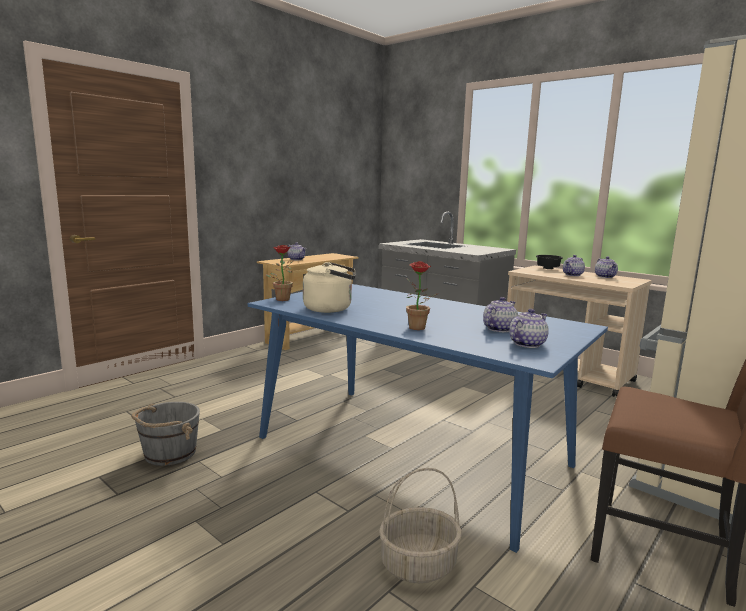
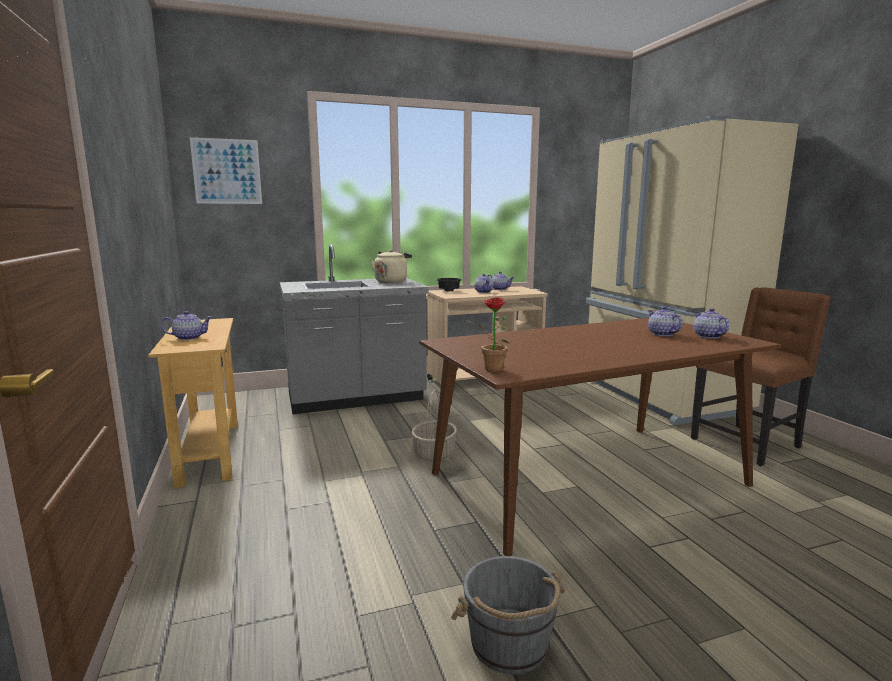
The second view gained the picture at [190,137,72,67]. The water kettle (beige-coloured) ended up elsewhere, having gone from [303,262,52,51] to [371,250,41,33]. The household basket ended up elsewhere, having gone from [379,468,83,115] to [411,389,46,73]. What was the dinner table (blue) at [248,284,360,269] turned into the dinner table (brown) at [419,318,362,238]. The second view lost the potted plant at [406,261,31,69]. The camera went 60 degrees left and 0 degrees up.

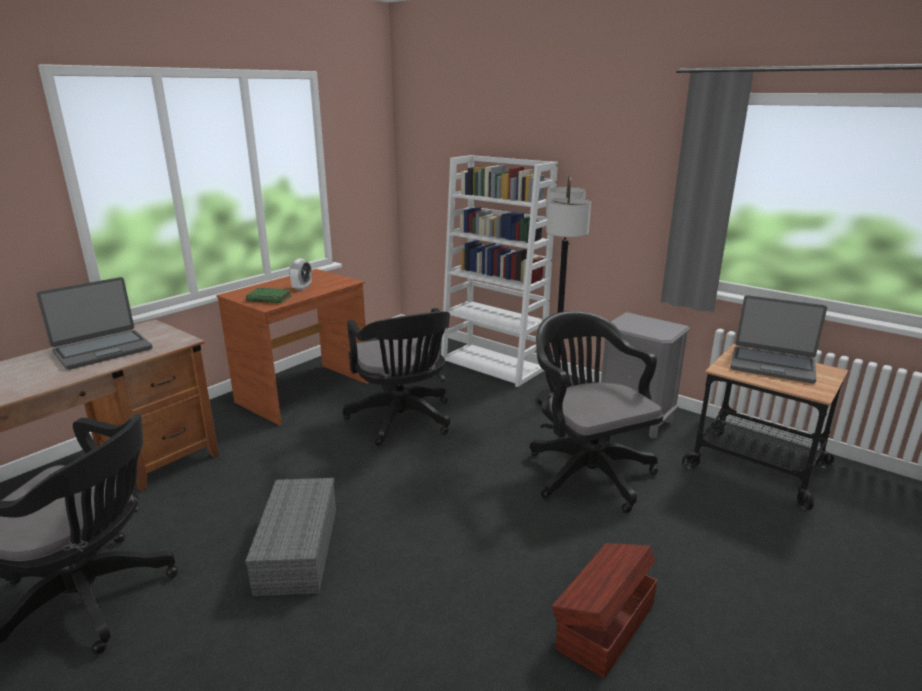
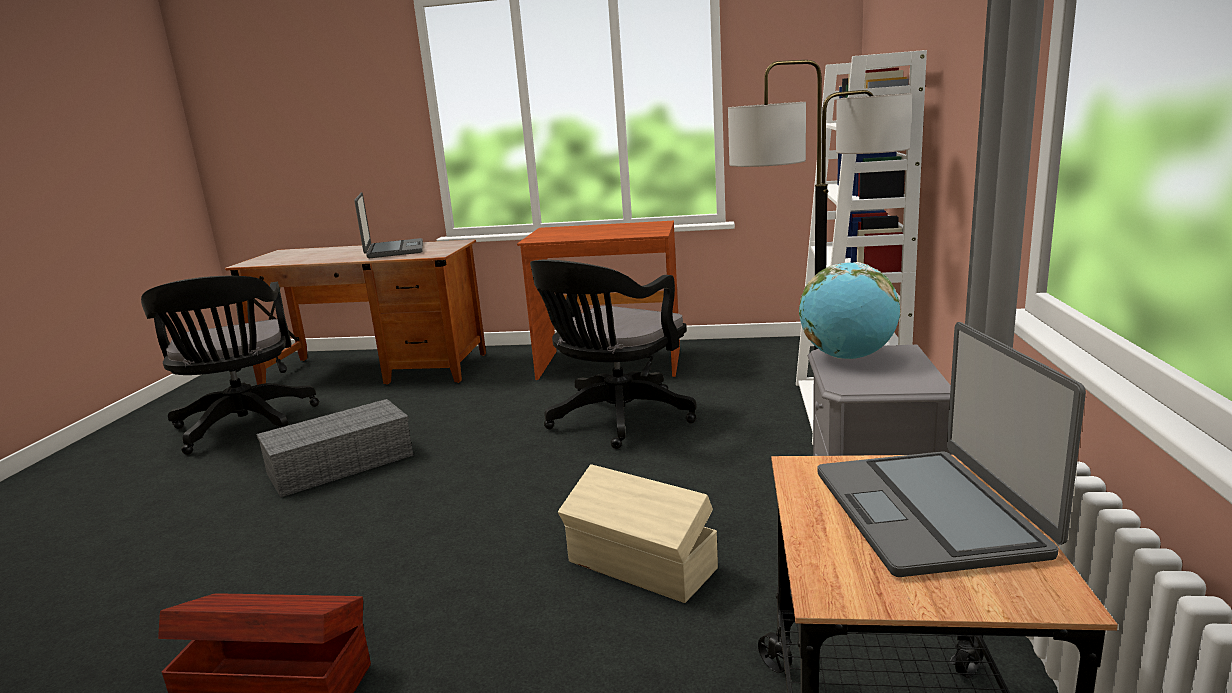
The portable computer at [37,277,116,93] ended up facing another way, 120 degrees counterclockwise from before. Where the computer chair (blackish) stood at [530,311,134,202], the storage box (beige-coloured) came to stand at [558,464,160,139]. The second view gained the world globe at [799,262,101,97]. The second view lost the volume (green) at [246,288,46,15]. The second view lost the table clock at [289,259,23,32]. The camera went 60 degrees right and 5 degrees down.

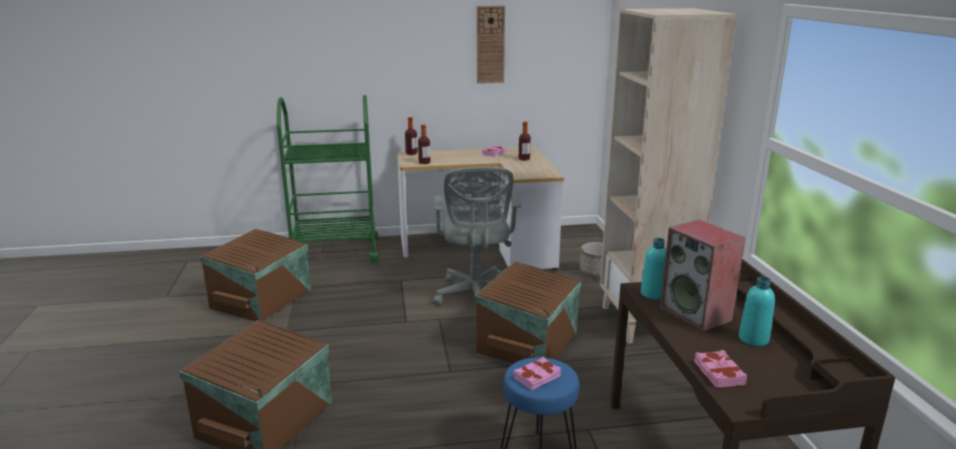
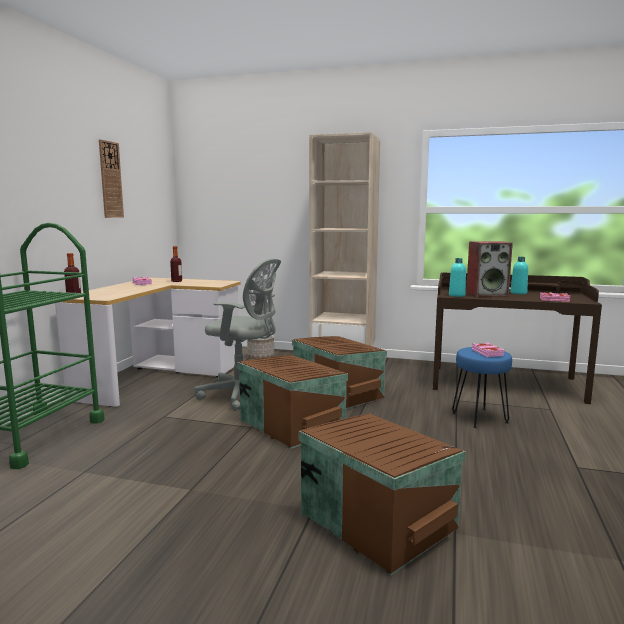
The storage box (brown) ended up elsewhere, having gone from [199,229,112,93] to [237,355,111,94]. The second view lost the bottle at [418,125,12,39]. The camera went 65 degrees left and 10 degrees down.

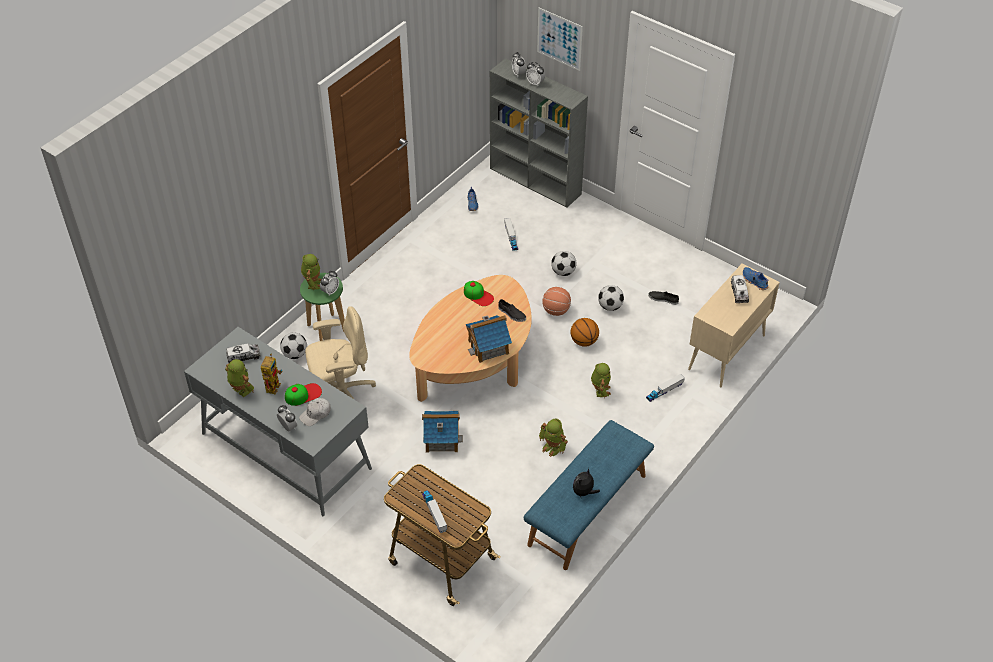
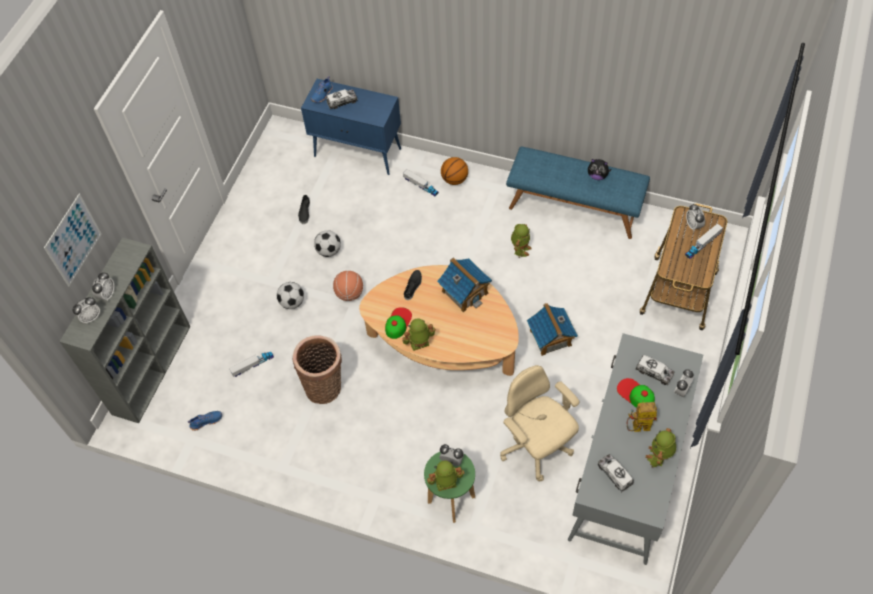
The second view gained the household basket at [292,336,50,68]. What was the cabinet (beige-coloured) at [688,264,92,123] turned into the cabinet (blue) at [301,79,100,96]. The robot figure ended up elsewhere, having gone from [591,363,20,35] to [402,318,34,33]. The basketball ended up elsewhere, having gone from [571,318,28,29] to [441,157,27,28]. Where the baseball cap (whitish) stood at [299,398,32,28], the toy truck came to stand at [635,355,39,30]. The second view gained the table clock at [686,204,19,27]. The second view lost the football ball at [280,333,27,26]. The camera went 105 degrees left and 10 degrees up.

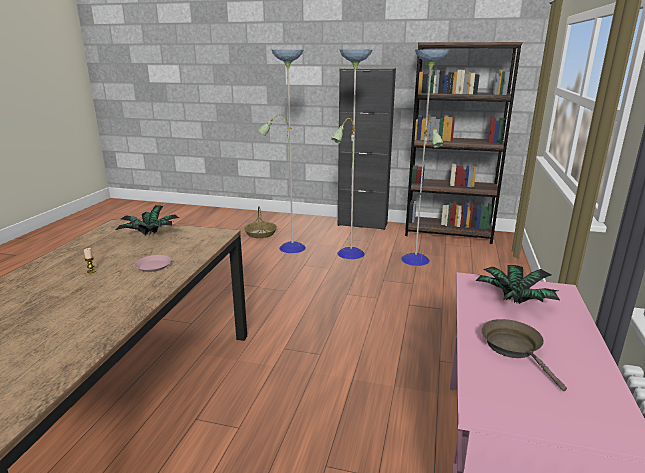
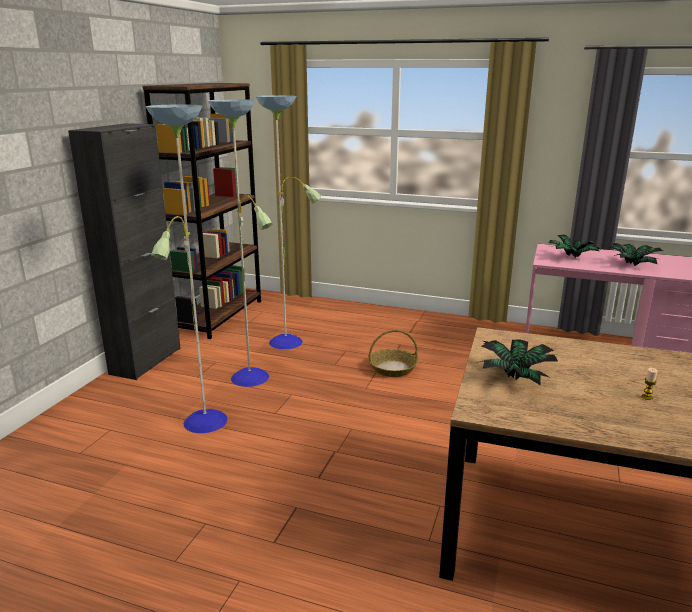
The household basket ended up elsewhere, having gone from [244,206,33,32] to [368,330,50,47]. Where the frying pan (brown) stood at [481,319,86,72], the potted plant came to stand at [609,243,54,23]. The second view lost the plate (pink-coloured) at [134,255,38,17]. The camera went 85 degrees left and 0 degrees up.

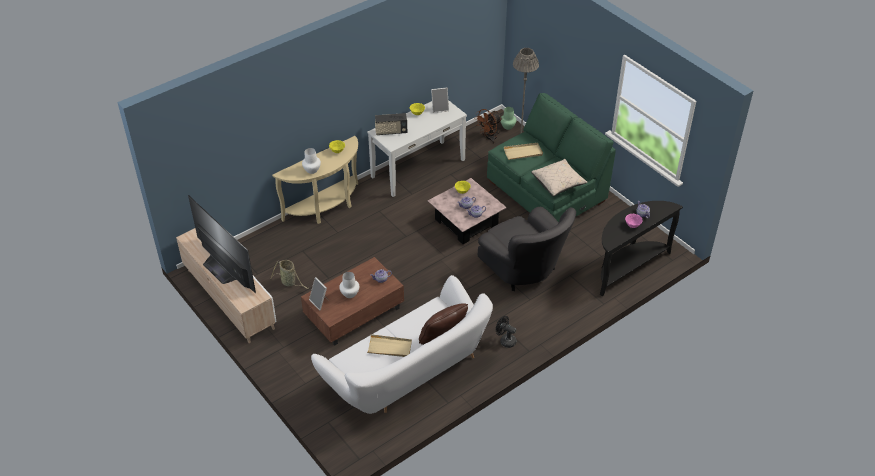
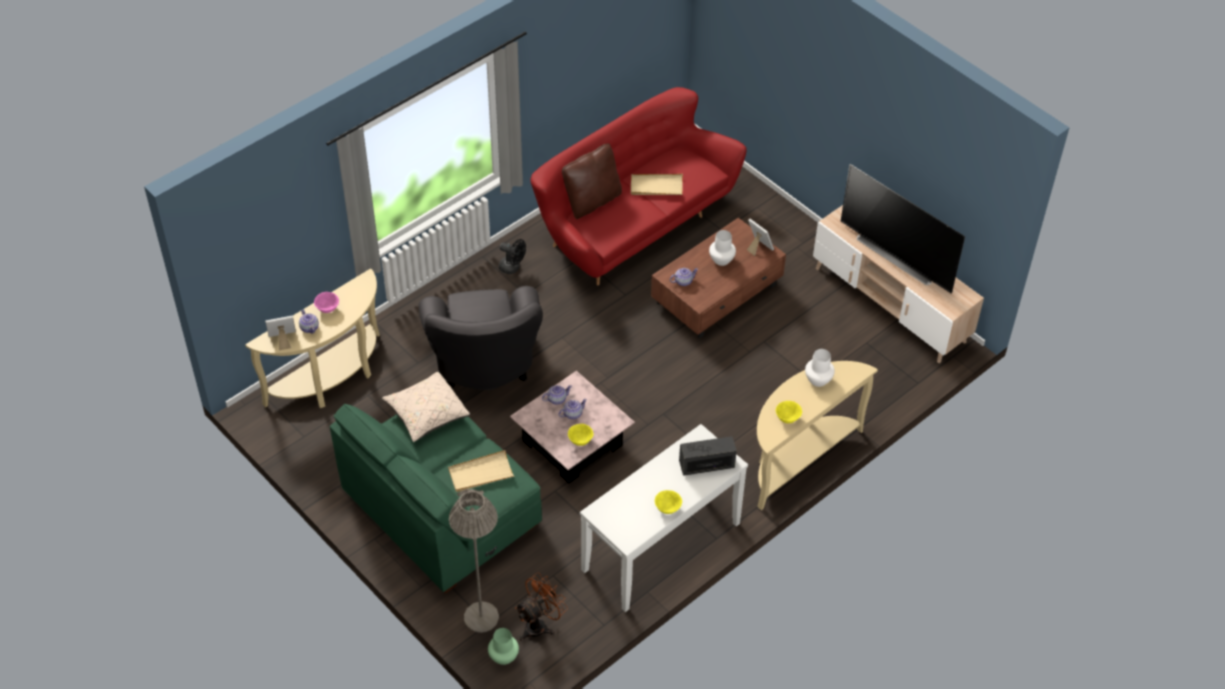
What was the console table (blackish) at [600,201,83,96] turned into the console table (beige-coloured) at [245,268,135,140]. The standing frame ended up elsewhere, having gone from [431,87,18,26] to [265,316,31,34]. The easy chair (greyish) at [478,207,98,84] ended up facing another way, 150 degrees counterclockwise from before. What was the sofa (whitish) at [311,275,182,139] turned into the sofa (red-coloured) at [531,87,216,198]. The second view lost the household basket at [270,260,39,29]. The camera went 175 degrees right and 5 degrees up.

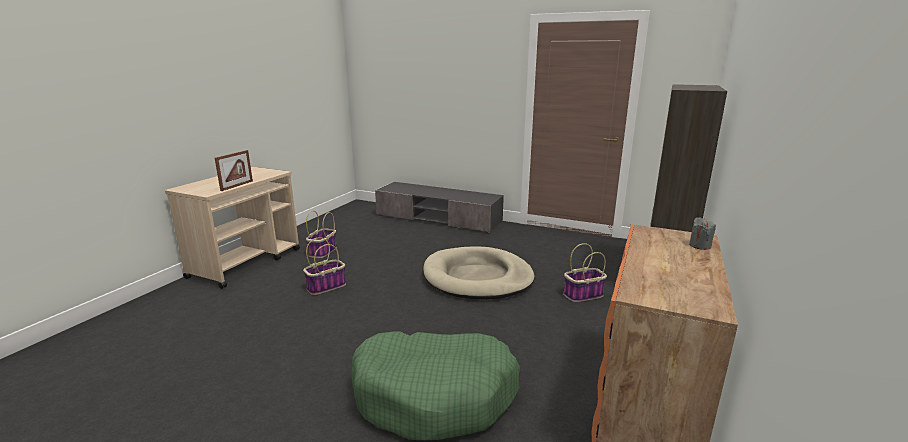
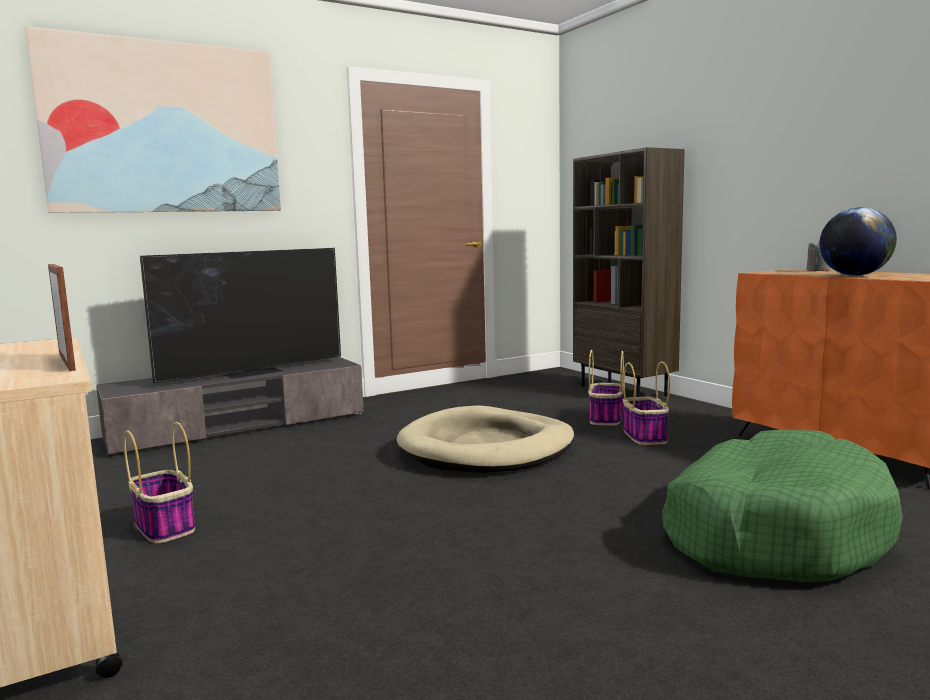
The second view gained the picture at [25,26,256,187]. The second view gained the TV set at [140,248,201,136]. The household basket ended up elsewhere, having gone from [303,237,43,58] to [623,361,47,84]. The second view gained the world globe at [819,207,78,69]. The camera went 55 degrees left and 10 degrees down.

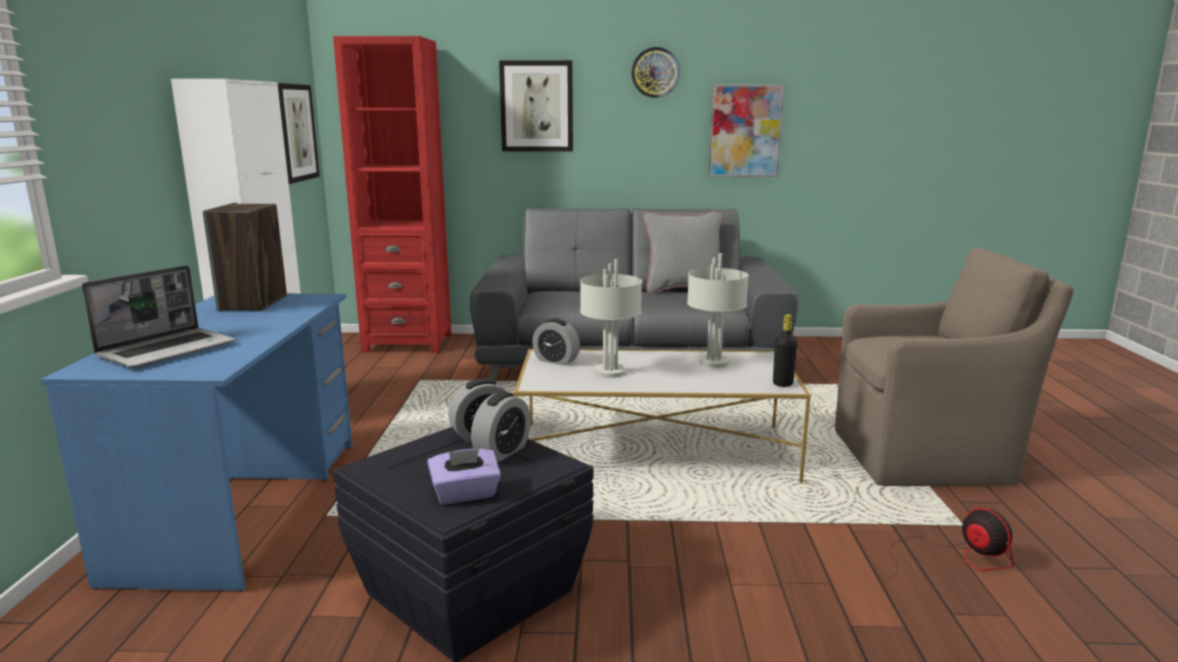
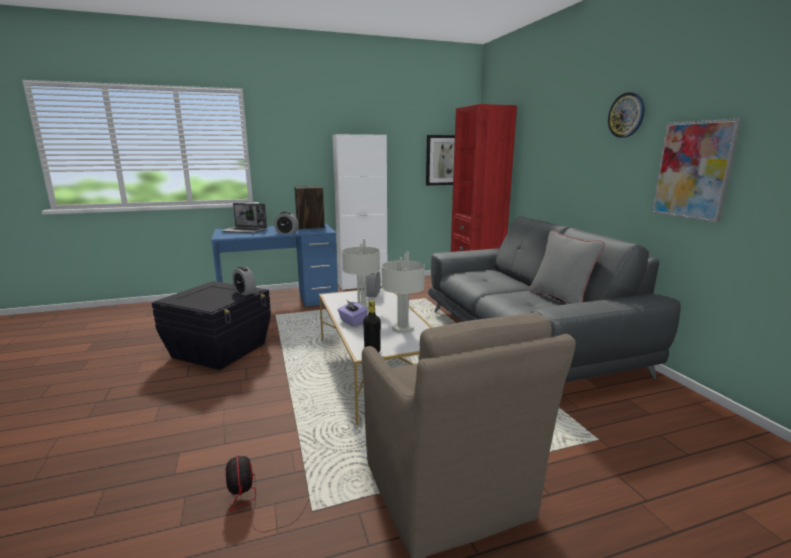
The electric fan at [884,508,130,73] ended up facing another way, 120 degrees clockwise from before. The table clock ended up elsewhere, having gone from [471,392,60,70] to [274,212,25,22]. The box of tissues (purple-coloured) ended up elsewhere, having gone from [427,449,74,55] to [338,300,30,27]. The second view lost the picture at [499,60,74,92]. The camera went 70 degrees right and 0 degrees up.

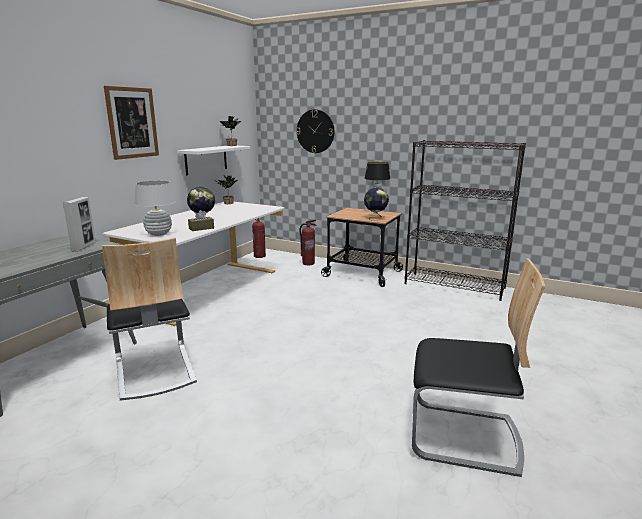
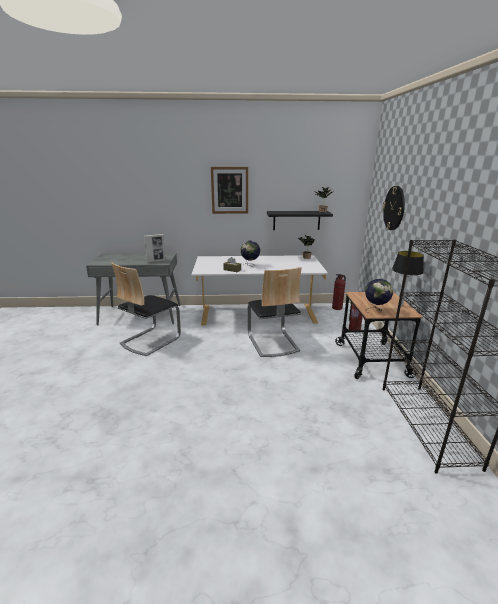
The upright chair ended up elsewhere, having gone from [412,258,133,219] to [248,267,54,90]. What was the wall shelf (whitish) at [177,146,73,29] turned into the wall shelf (blackish) at [267,211,66,19]. The second view lost the table lamp (whitish) at [134,181,42,55]. The camera went 60 degrees right and 5 degrees up.

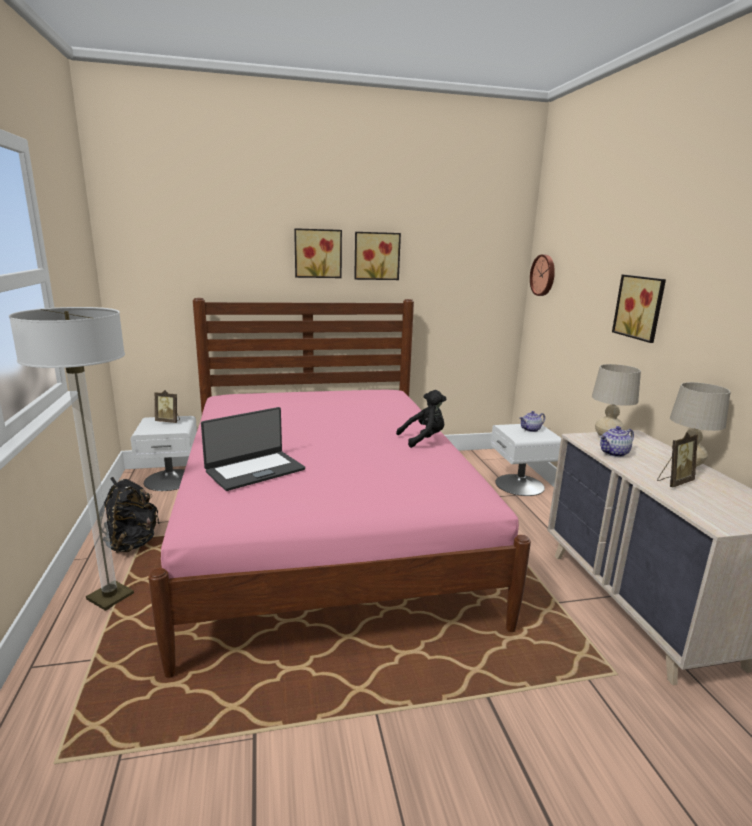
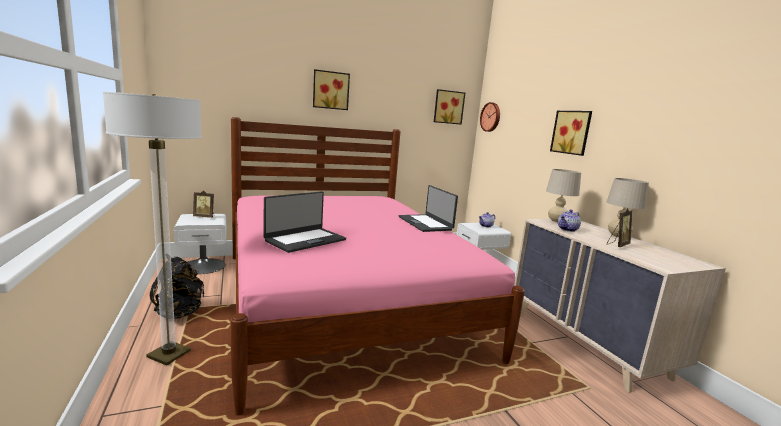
Where the plush toy (blackish) stood at [396,390,50,58], the portable computer came to stand at [399,185,59,47]. The picture ended up elsewhere, having gone from [354,232,47,48] to [434,89,31,36]. The camera went 10 degrees left and 5 degrees down.

